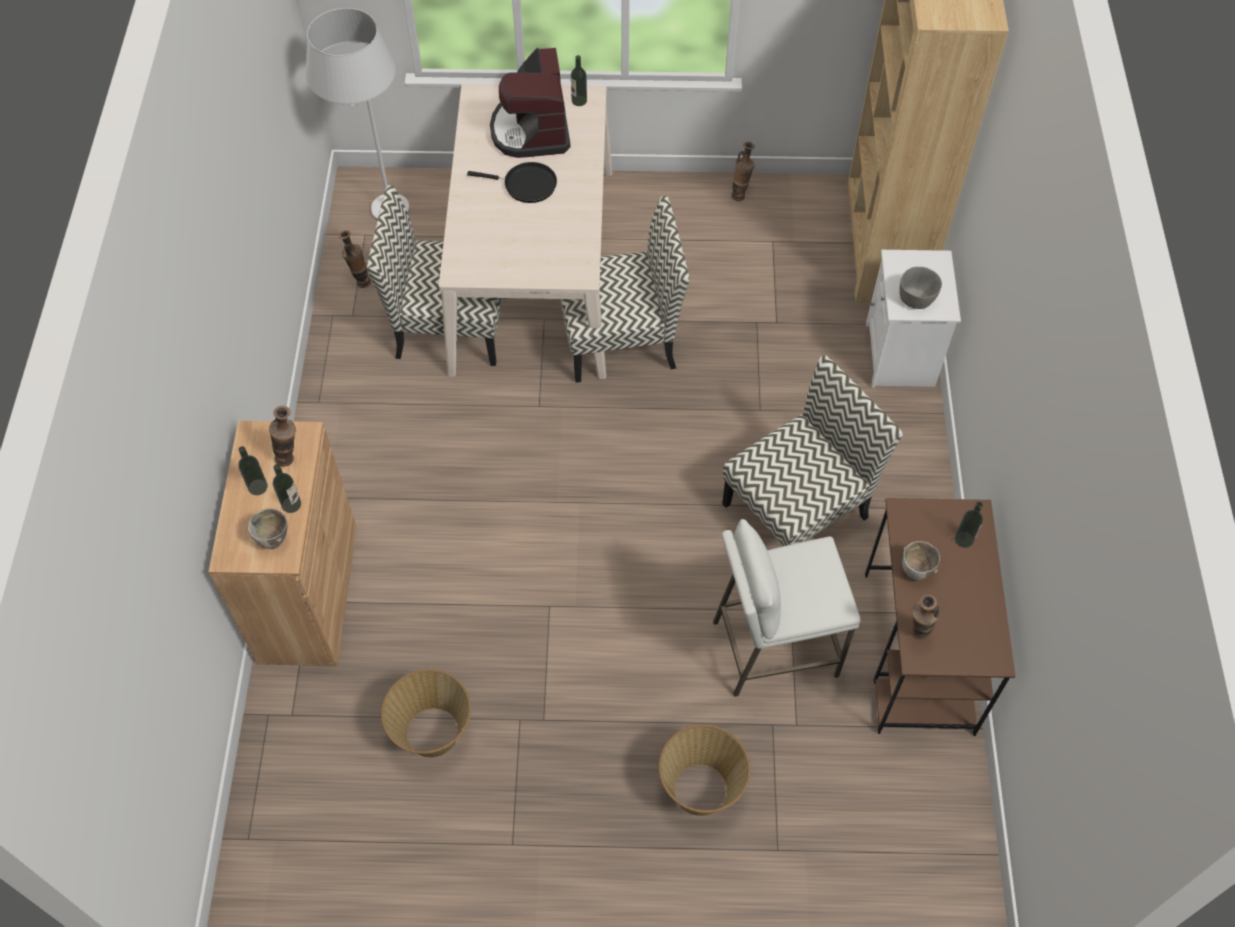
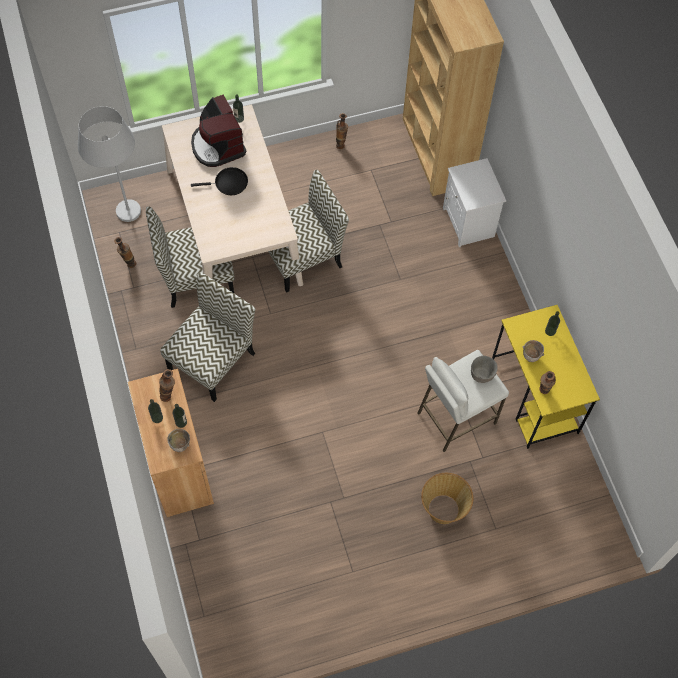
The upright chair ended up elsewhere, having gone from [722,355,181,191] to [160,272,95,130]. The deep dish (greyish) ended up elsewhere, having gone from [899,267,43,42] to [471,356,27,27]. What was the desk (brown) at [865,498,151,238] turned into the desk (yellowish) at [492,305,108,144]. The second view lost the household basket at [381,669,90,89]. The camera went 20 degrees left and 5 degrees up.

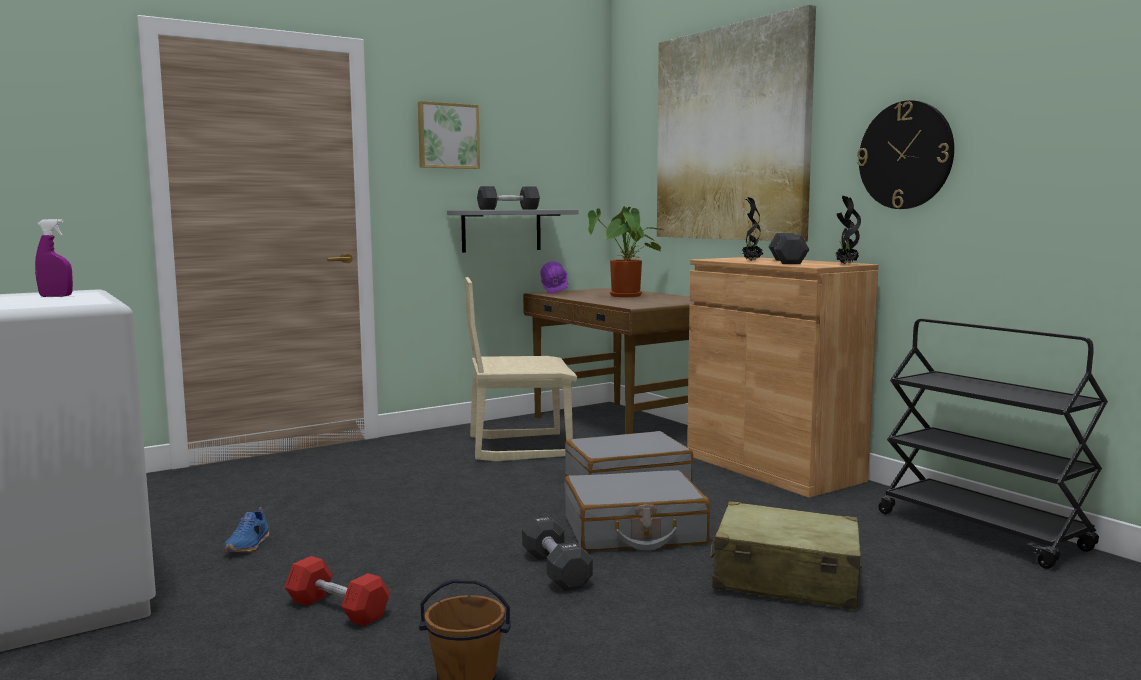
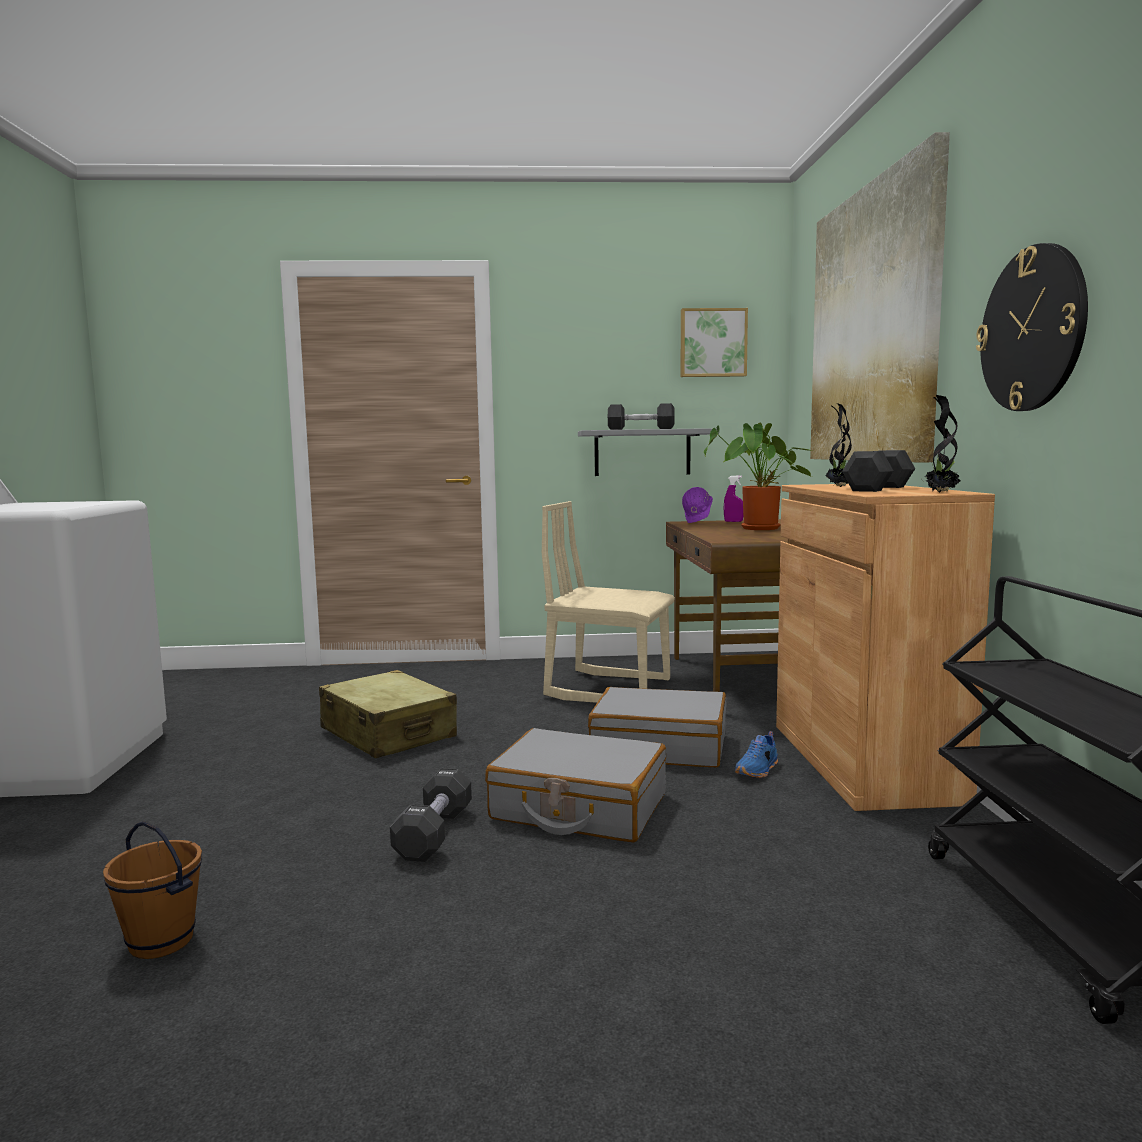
The travel case (beige-coloured) ended up elsewhere, having gone from [710,501,152,109] to [319,670,138,88]. The picture ended up elsewhere, having gone from [418,101,62,68] to [681,308,67,69]. The spray bottle (purple-coloured) ended up elsewhere, having gone from [35,219,38,78] to [724,476,19,46]. The shoe (blue) ended up elsewhere, having gone from [224,507,45,45] to [735,731,43,47]. The second view lost the dumbbell (red-coloured) at [285,556,105,70]. The camera went 30 degrees right and 0 degrees up.

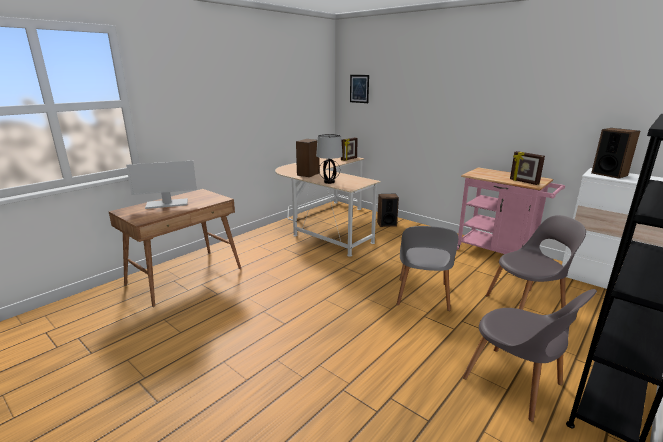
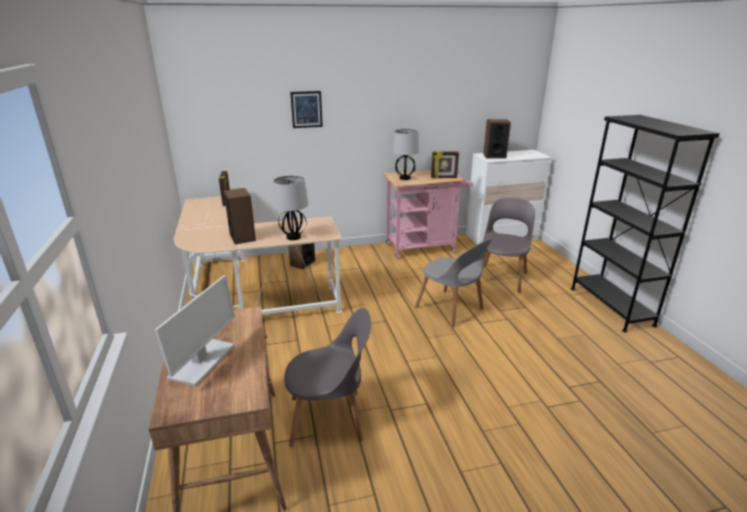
The upright chair (greyish) ended up elsewhere, having gone from [462,289,135,132] to [284,308,87,139]. The picture ended up elsewhere, having gone from [350,75,19,28] to [290,91,33,37]. The second view gained the table lamp at [392,129,27,51]. The camera went 55 degrees left and 5 degrees up.

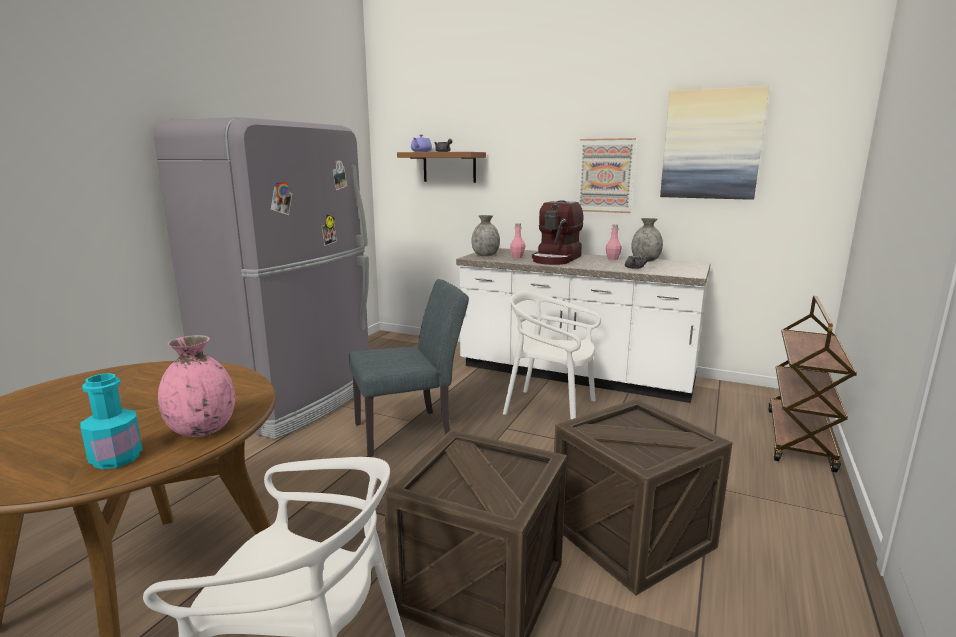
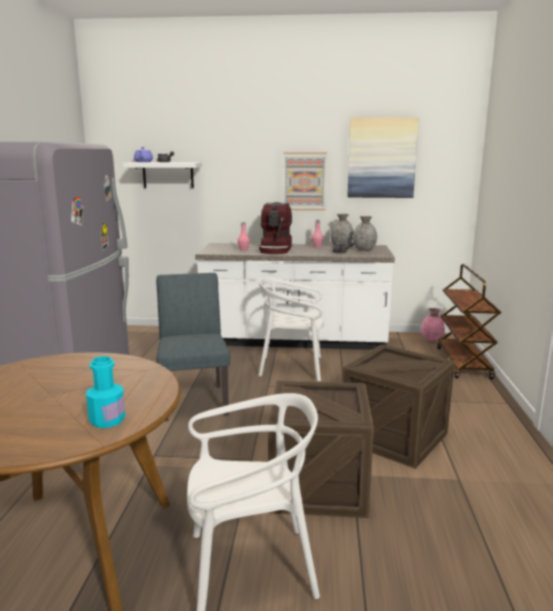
What was the wall shelf (brown) at [397,152,89,31] turned into the wall shelf (whitish) at [123,162,79,26]. The upright chair (greyish) at [349,279,120,178] ended up facing another way, 60 degrees counterclockwise from before. The decorative vase (greyish) ended up elsewhere, having gone from [472,215,28,41] to [353,216,24,35]. The decorative vase (pink-coloured) ended up elsewhere, having gone from [158,335,77,102] to [422,308,23,33]. The camera went 20 degrees left and 0 degrees up.

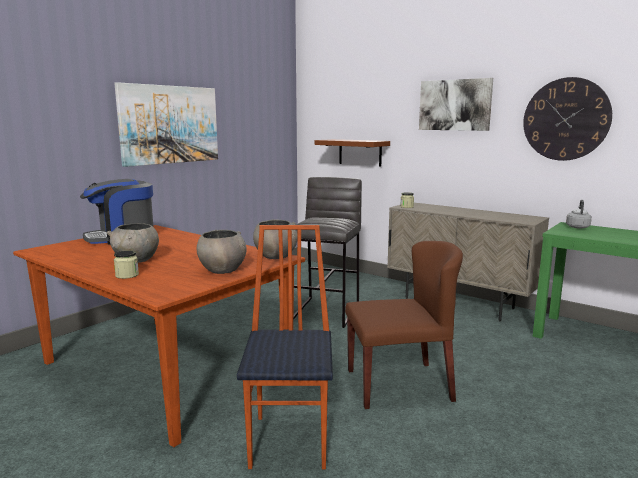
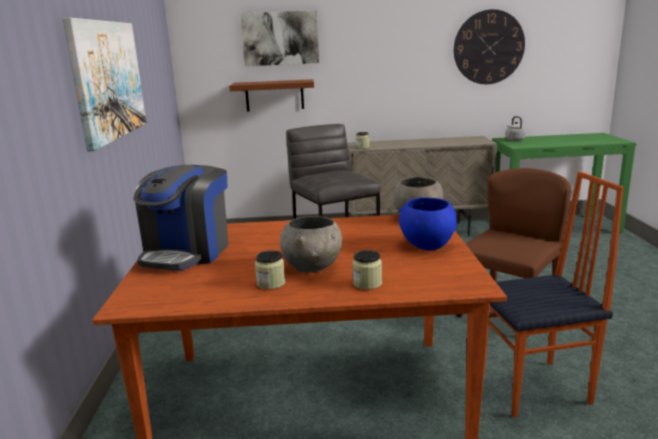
The picture ended up elsewhere, having gone from [419,78,74,53] to [240,10,79,56]. The second view gained the preserve jar at [255,250,30,39]. What was the deep dish (greyish) at [197,230,49,44] turned into the deep dish (blue) at [399,197,58,53]. The upright chair at [237,225,96,244] ended up facing another way, 120 degrees clockwise from before. The camera went 40 degrees left and 5 degrees up.

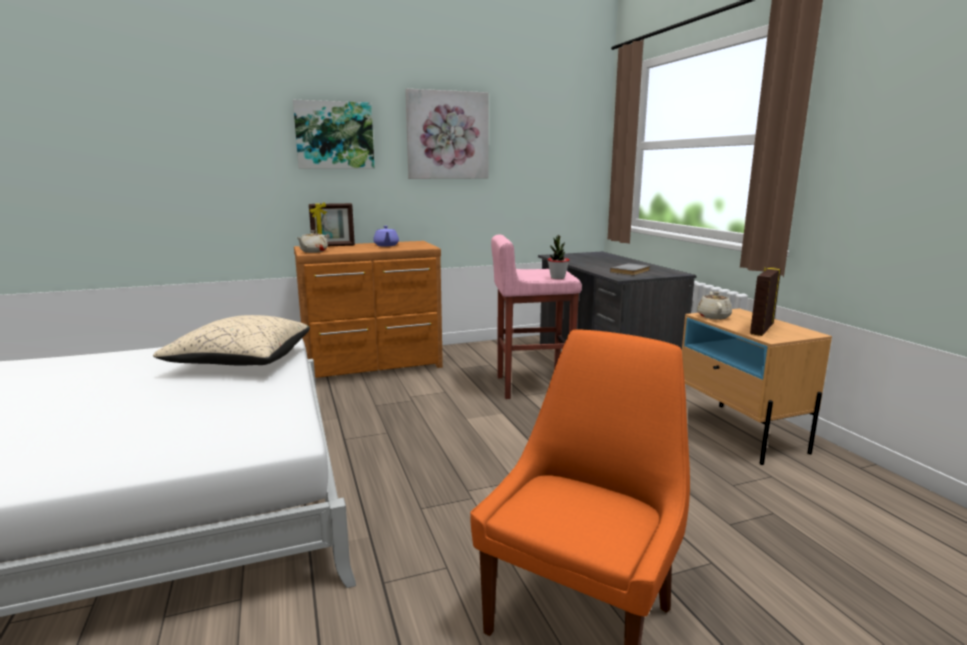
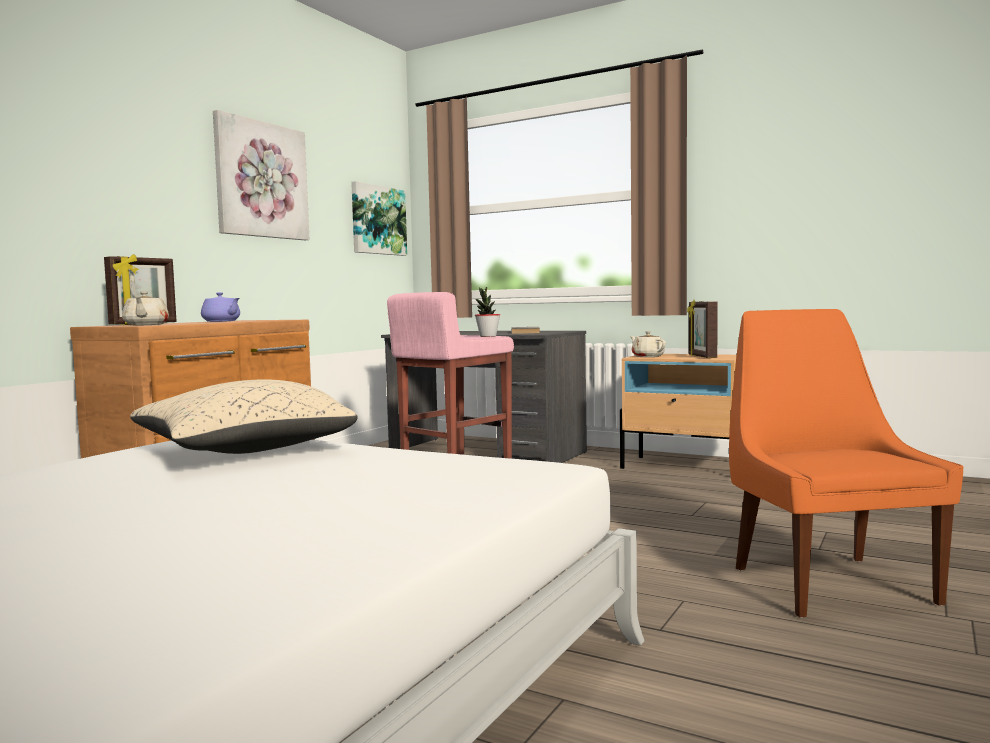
The picture ended up elsewhere, having gone from [293,100,82,69] to [351,181,56,75]. The camera went 40 degrees left and 10 degrees down.

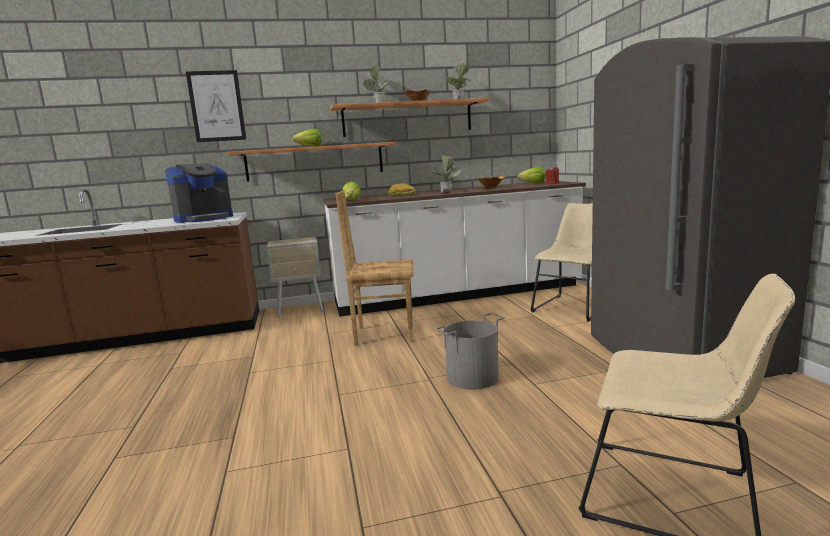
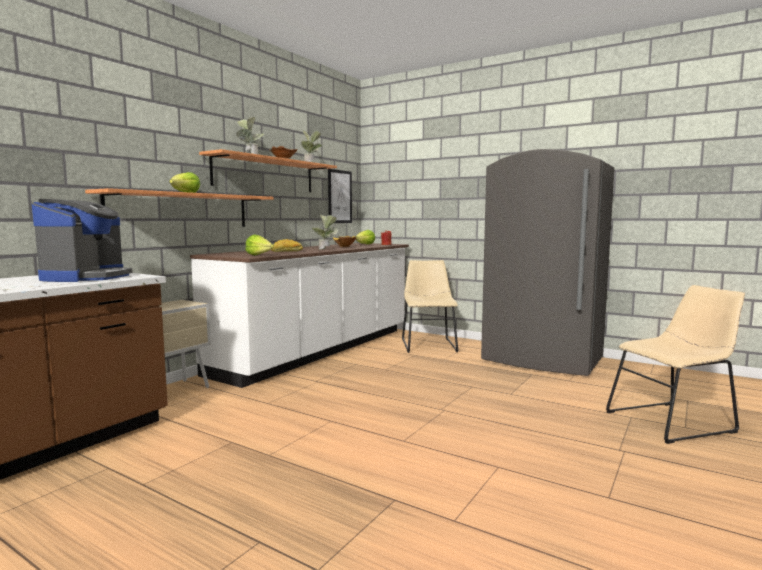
The picture ended up elsewhere, having gone from [186,70,60,72] to [328,169,24,54]. The second view lost the upright chair (brown) at [336,190,77,155]. The second view lost the pail (greyish) at [435,313,70,77]. The camera went 45 degrees left and 5 degrees down.

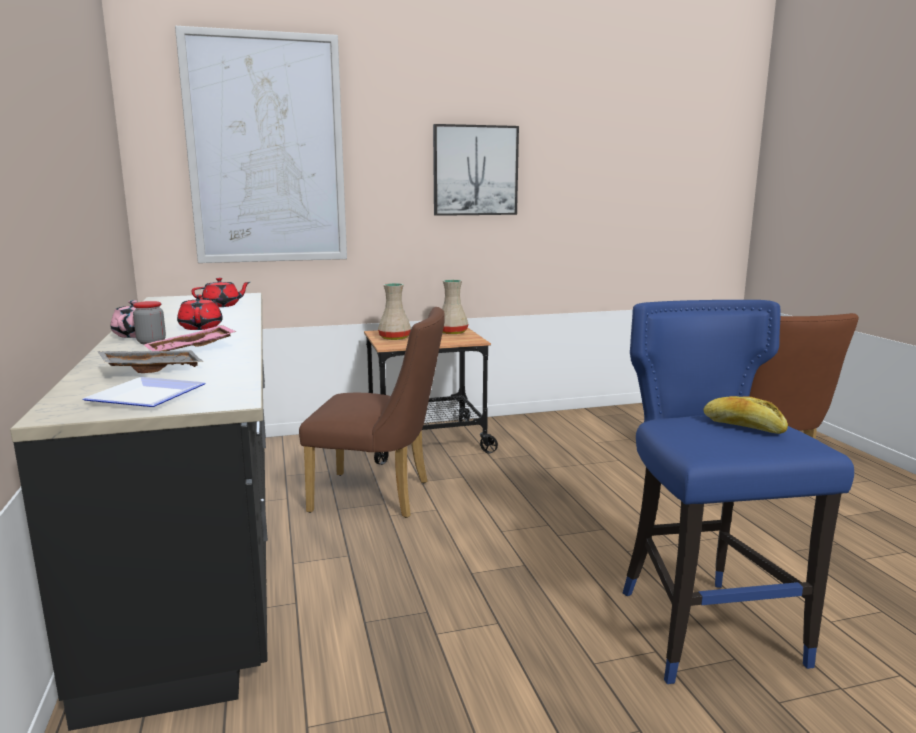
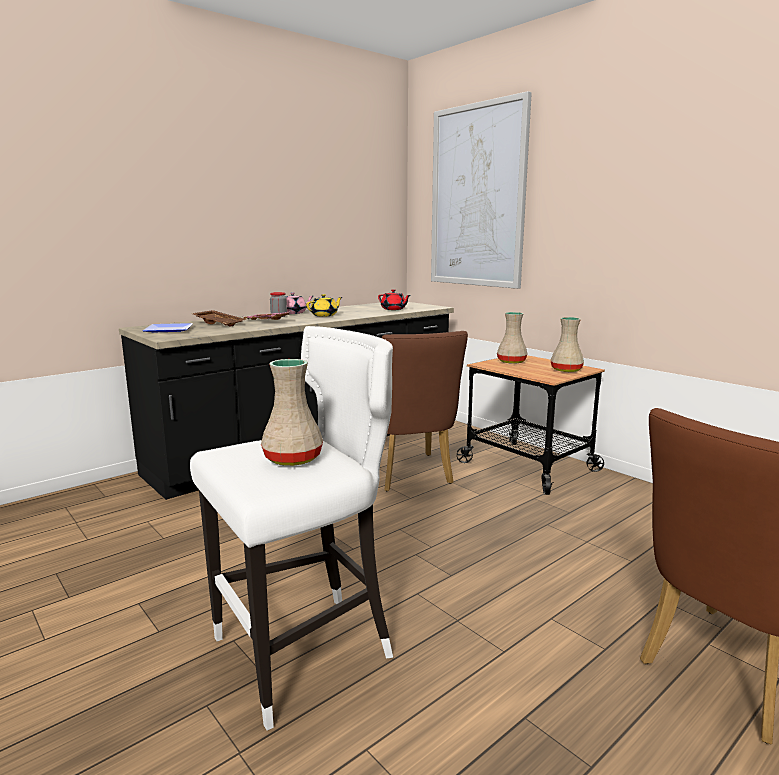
What was the stool (blue) at [623,300,231,384] turned into the stool (whitish) at [190,326,203,405]. What was the serving tray (greyish) at [98,350,106,23] turned into the serving tray (brown) at [192,310,54,17]. Where the baked bread stood at [704,396,84,38], the decorative vase (beige-coloured) came to stand at [261,359,62,107]. What was the teapot (red-coloured) at [177,294,46,36] turned into the teapot (yellowish) at [306,294,36,22]. The second view lost the picture at [433,124,86,92]. The camera went 65 degrees right and 0 degrees up.

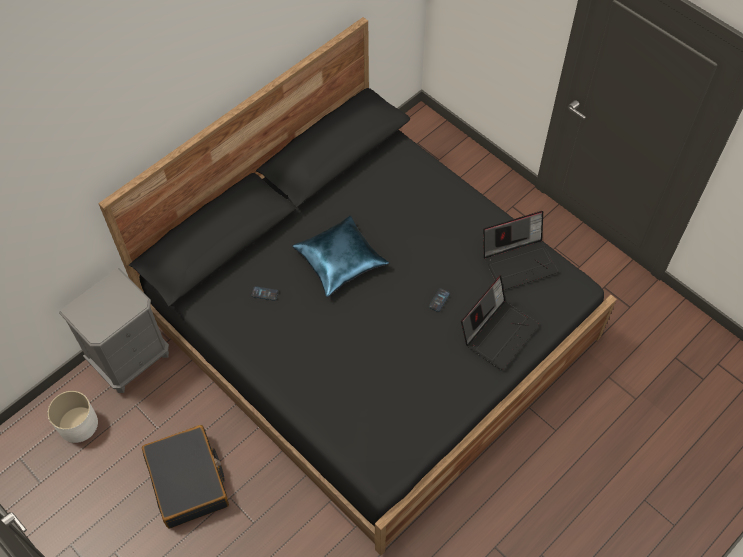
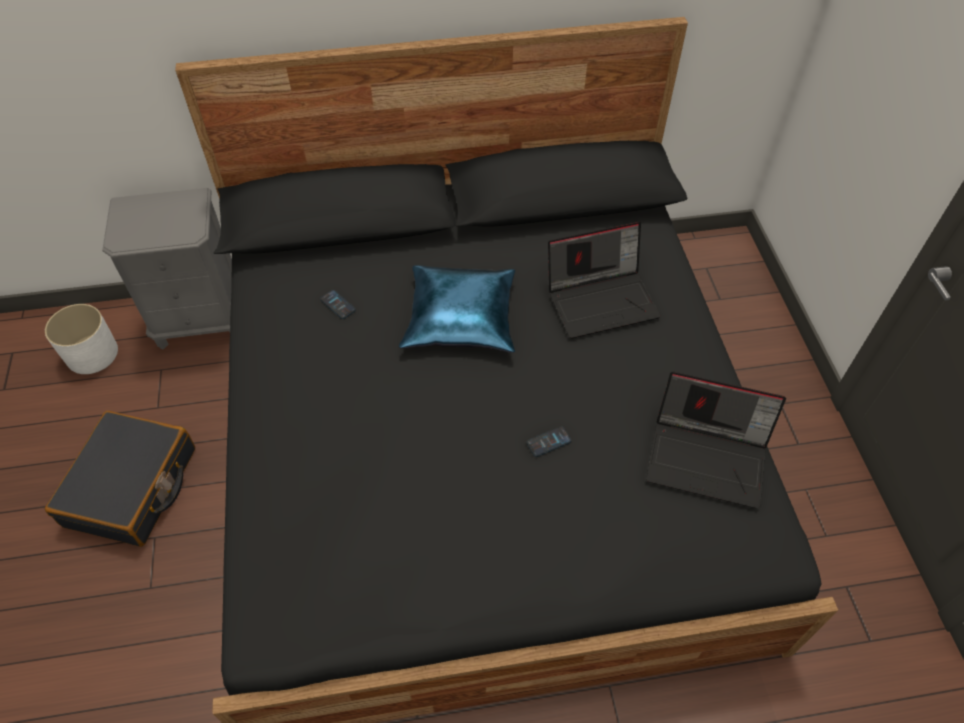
The portable computer ended up elsewhere, having gone from [461,275,78,95] to [548,222,113,117]. The camera went 35 degrees right and 5 degrees down.

